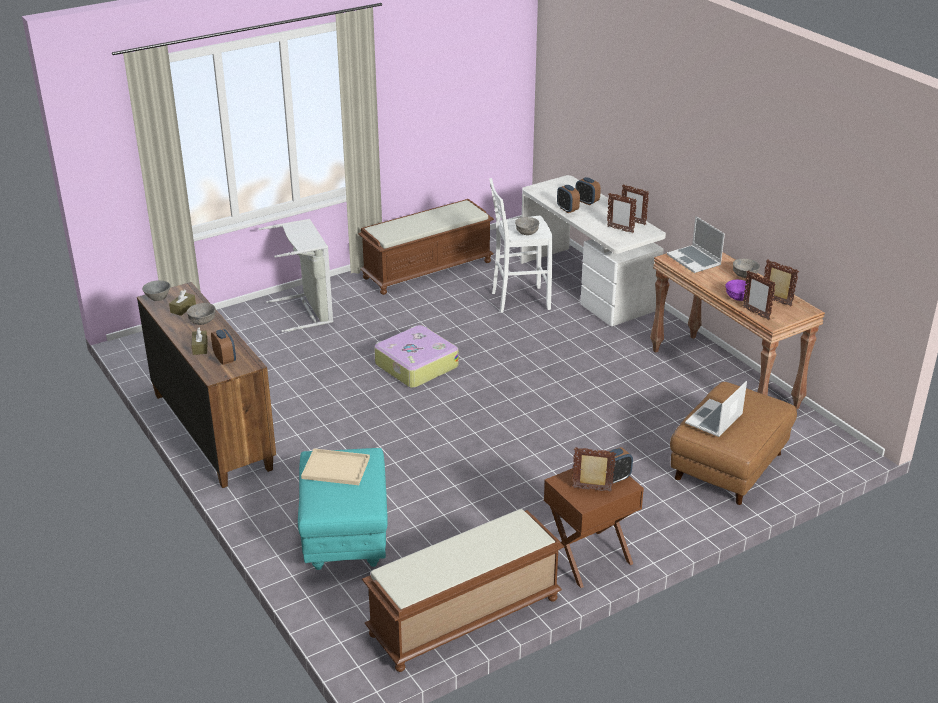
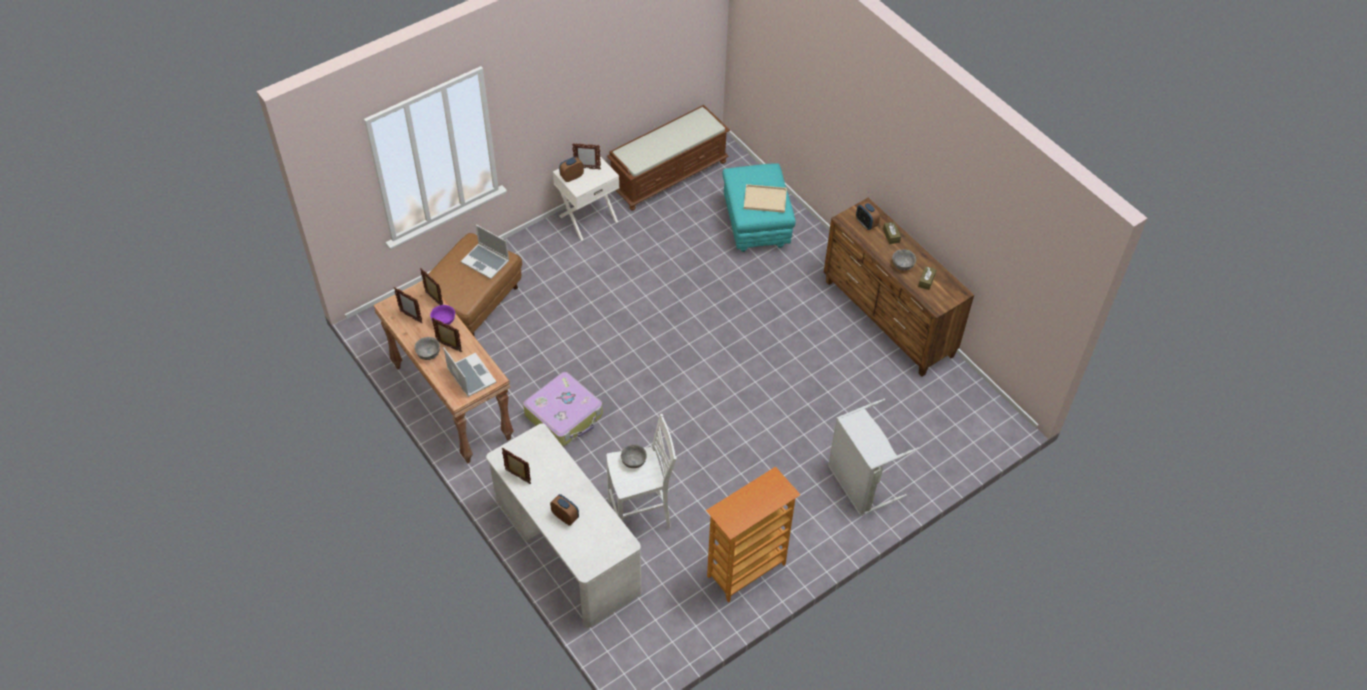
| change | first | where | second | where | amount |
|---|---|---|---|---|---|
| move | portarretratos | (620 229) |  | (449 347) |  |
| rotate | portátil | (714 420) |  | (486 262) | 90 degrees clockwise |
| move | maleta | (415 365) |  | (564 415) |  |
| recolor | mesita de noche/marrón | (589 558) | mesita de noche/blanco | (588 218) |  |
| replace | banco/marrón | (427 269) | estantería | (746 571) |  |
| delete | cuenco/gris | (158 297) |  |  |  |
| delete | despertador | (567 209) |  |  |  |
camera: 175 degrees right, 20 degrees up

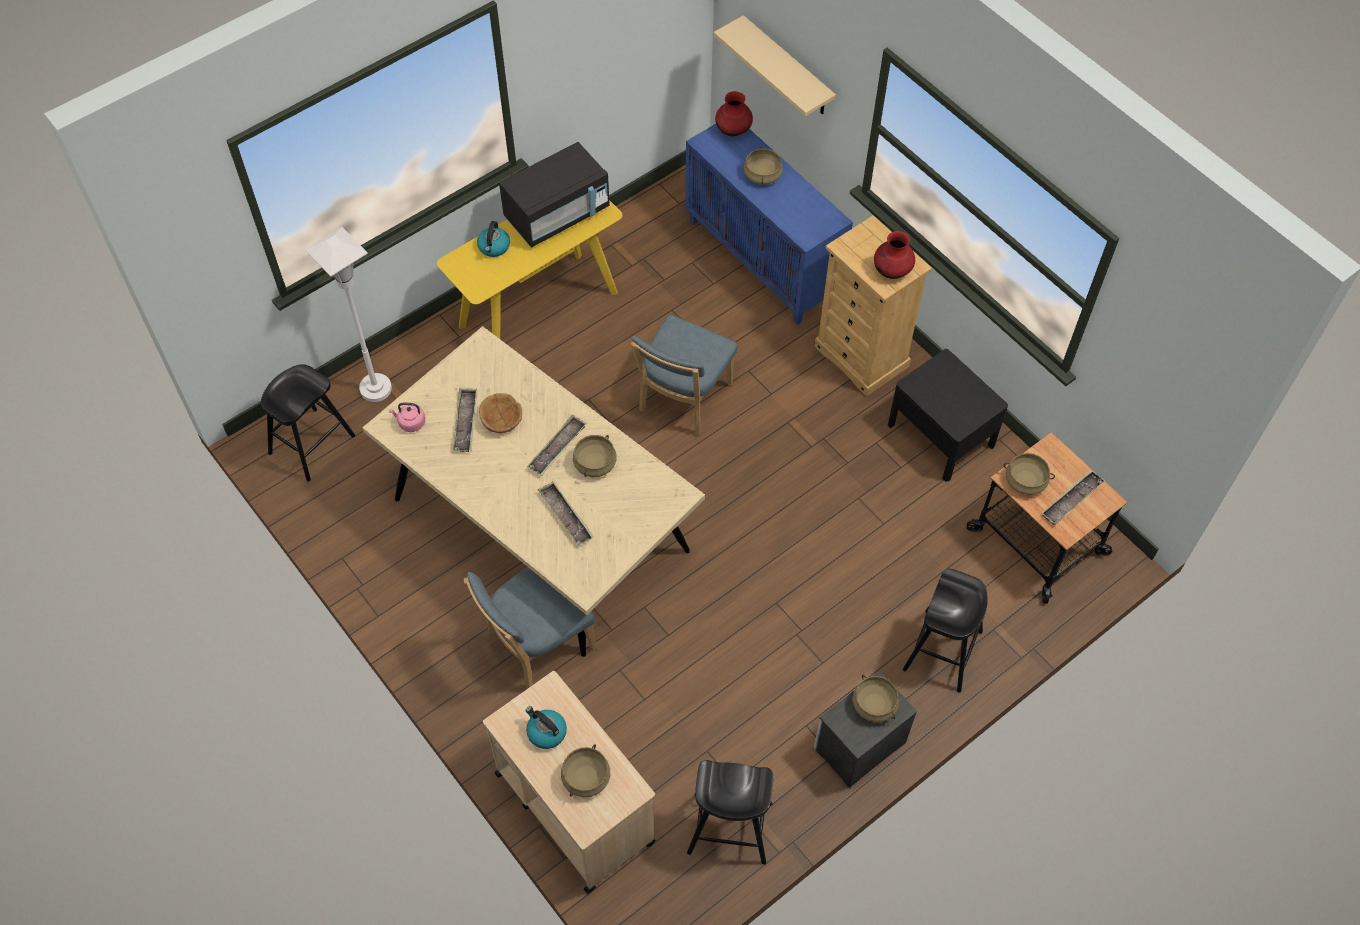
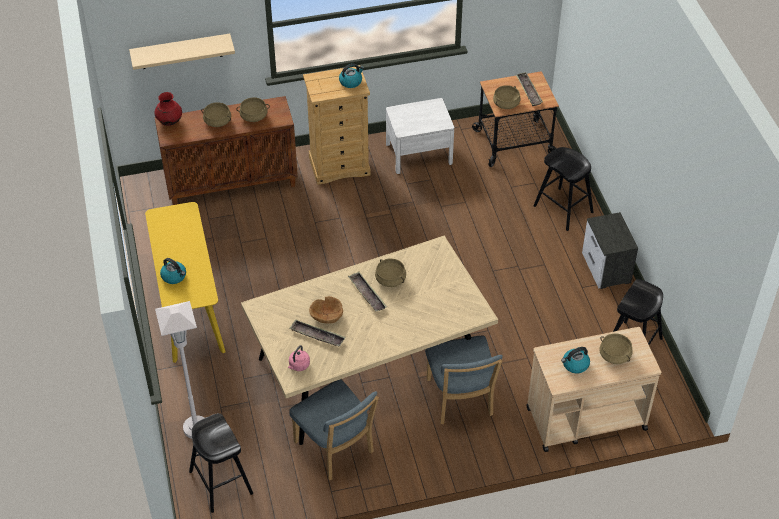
| change | first | where | second | where | amount |
|---|---|---|---|---|---|
| recolor | armario/azul | (763 260) | armario/marrón | (232 183) |  |
| move | olla/beis | (874 704) |  | (254 116) |  |
| move | silla/azul | (682 400) |  | (336 450) |  |
| replace | florero/rojo | (892 271) | hervidor | (351 81) |  |
| recolor | mesita de noche/negro | (940 435) | mesita de noche/blanco | (419 153) |  |
| delete | microondas/negro | (557 214) |  |  |  |
| delete | bandeja | (565 516) |  |  |  |
camera: 65 degrees left, 10 degrees down

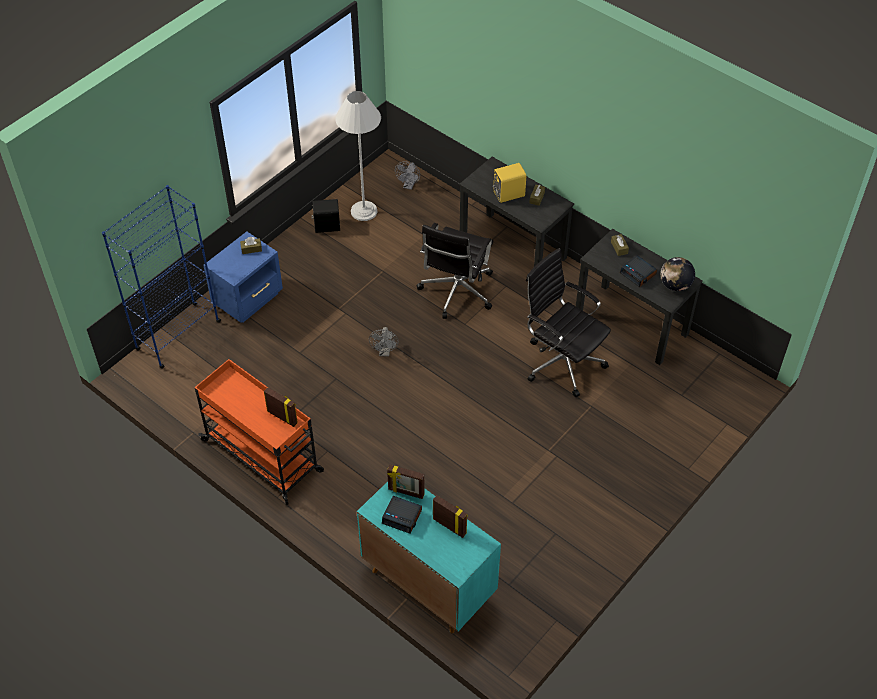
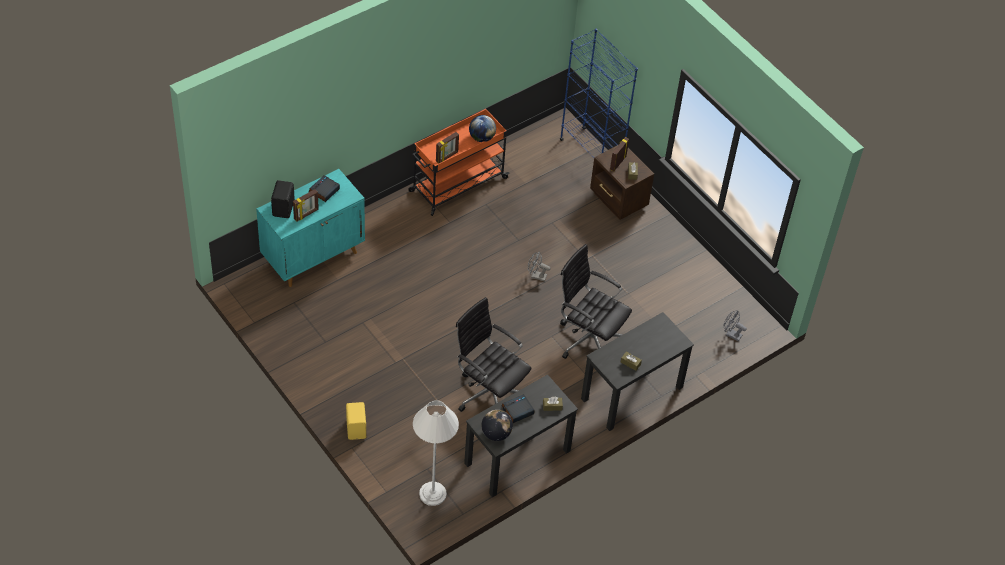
| change | first | where | second | where | amount |
|---|---|---|---|---|---|
| move | altavoz/negro | (326 225) |  | (284 208) |  |
| move | altavoz/amarillo | (508 193) |  | (357 428) |  |
| move | lámpara de pie/blanco | (364 211) |  | (432 494) |  |
| rotate | silla de oficina/negro | (562 361) |  | (490 393) | 105 degrees counterclockwise |
| insert |  |  | globo terráqueo | (481 137) |  |
| recolor | mesita de noche/azul | (249 299) | mesita de noche/marrón | (618 200) |  |
| move | portarretratos | (406 492) |  | (617 163) |  |
camera: 100 degrees right, 0 degrees up

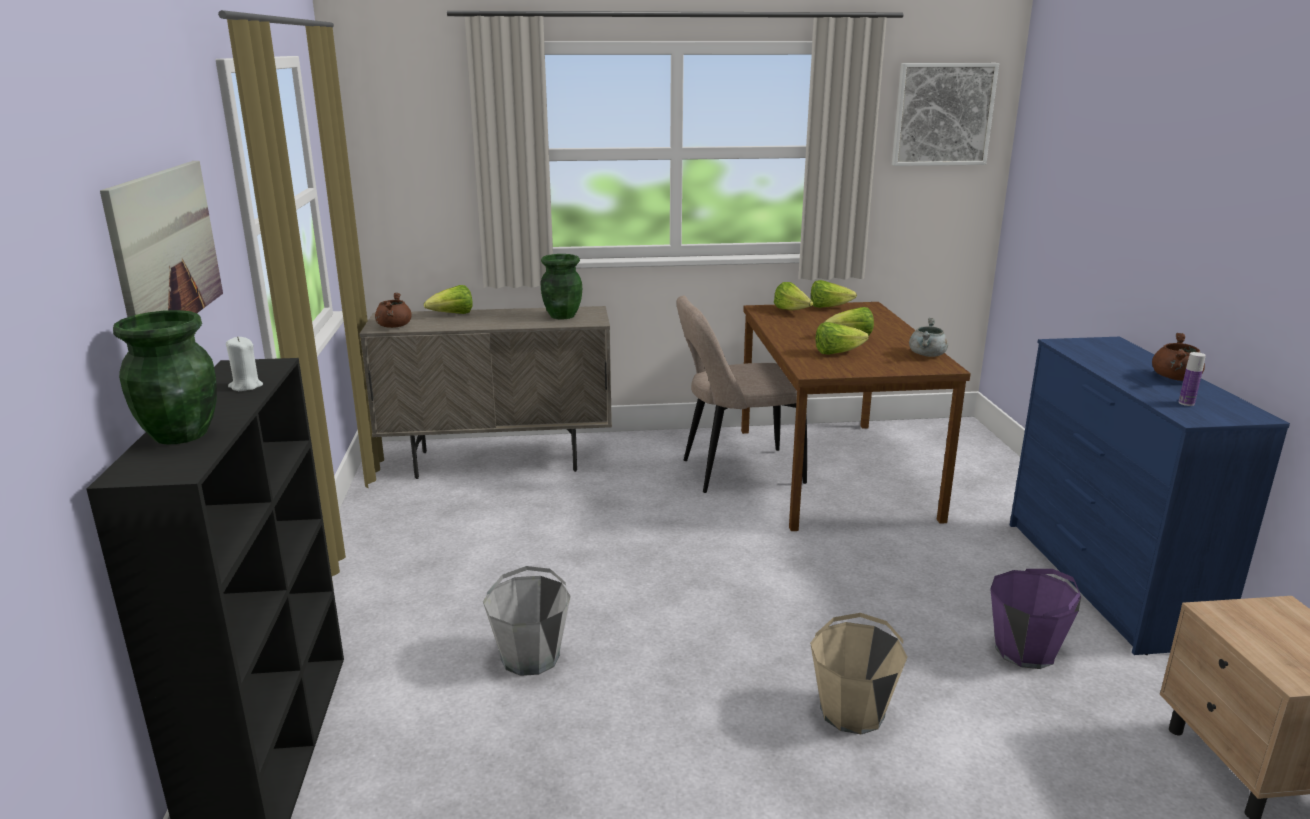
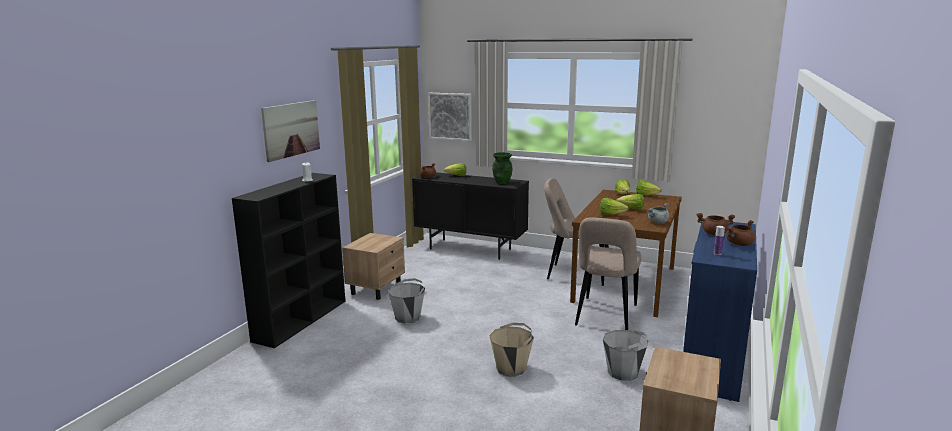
| change | first | where | second | where | amount |
|---|---|---|---|---|---|
| insert |  |  | mesita de noche/beis | (377 289) |  |
| recolor | armario/beis | (499 461) | armario/negro | (470 249) |  |
| move | cuadro | (943 114) |  | (450 116) |  |
| insert |  |  | silla/beis | (605 316) |  |
| recolor | cubo/morado | (1025 651) | cubo/gris | (623 372) |  |
| insert |  |  | olla/marrón | (713 234) |  |
| delete | florero/verde | (182 434) |  |  |  |
camera: 30 degrees right, 5 degrees down

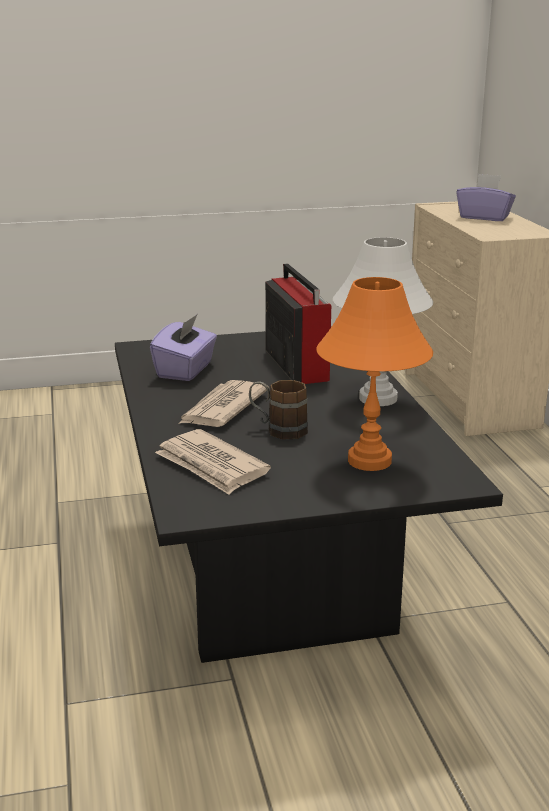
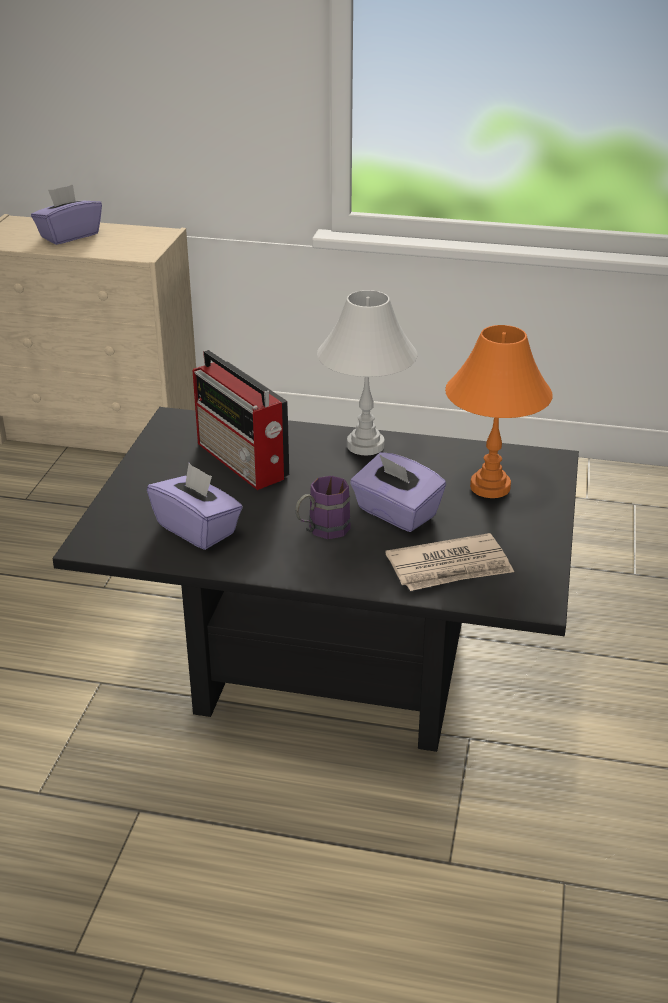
| change | first | where | second | where | amount |
|---|---|---|---|---|---|
| rotate | radio | (296 364) |  | (243 462) | 135 degrees counterclockwise |
| replace | periódico | (222 408) | taza grande/morado | (321 531) |  |
| replace | taza grande/marrón | (278 430) | caja de pañuelos/morado | (396 513) |  |
camera: 65 degrees left, 10 degrees up

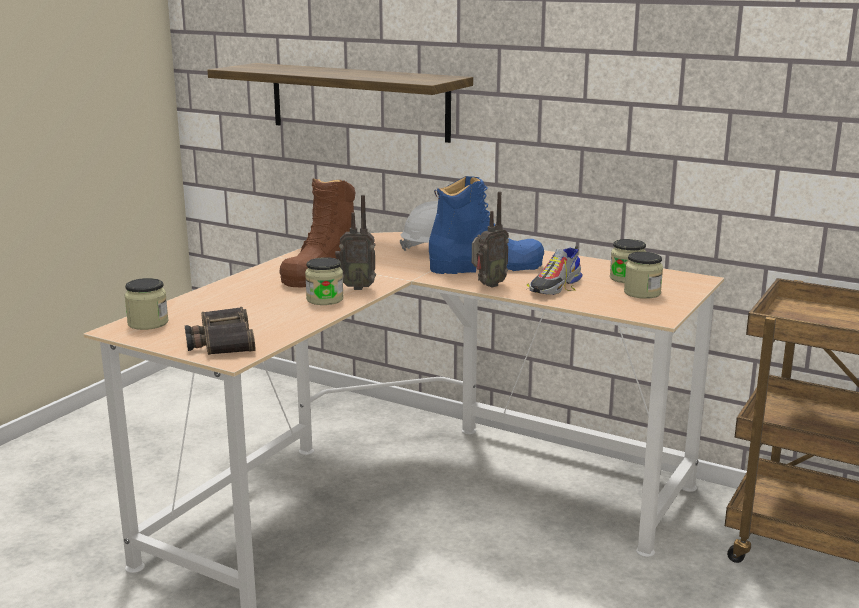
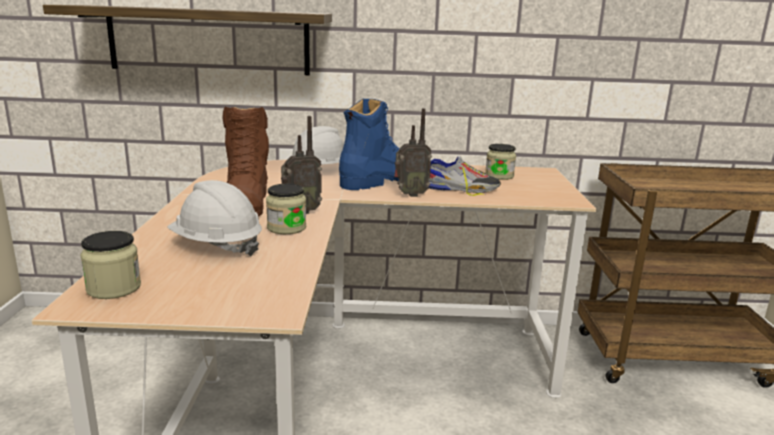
| change | first | where | second | where | amount |
|---|---|---|---|---|---|
| insert |  |  | casco/blanco | (216 246) |  |
| rotate | radio | (487 285) |  | (410 194) | 60 degrees clockwise |
| rotate | zapato | (555 286) |  | (461 188) | 90 degrees counterclockwise |
| delete | prismáticos | (221 342) |  |  |  |
| delete | tarro | (642 293) |  |  |  |
camera: 30 degrees left, 0 degrees up

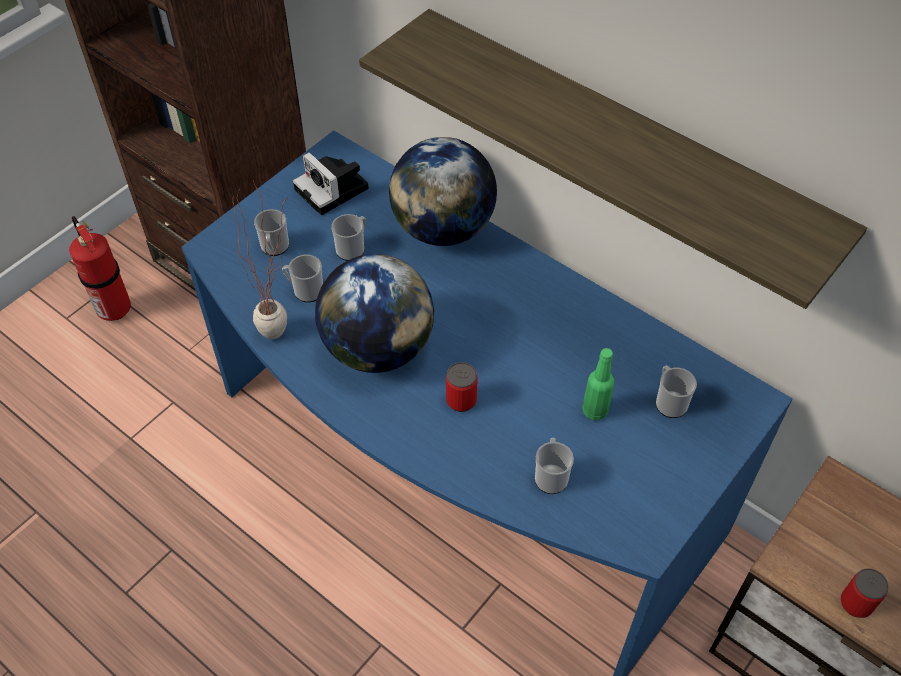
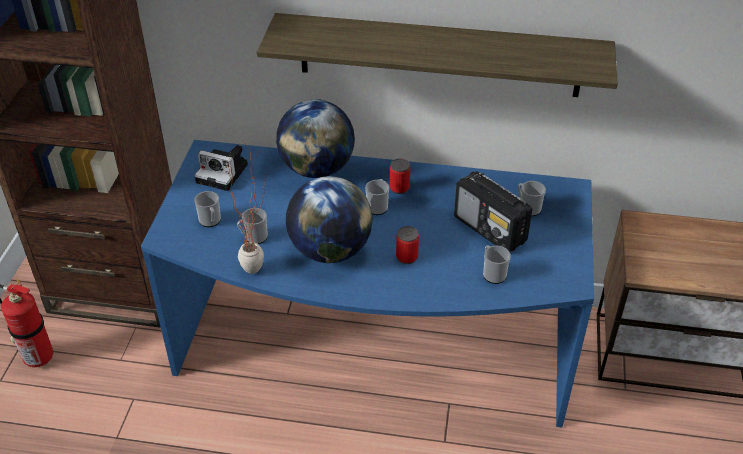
| change | first | where | second | where | amount |
|---|---|---|---|---|---|
| move | taza grande | (353 248) |  | (377 206) |  |
| move | lata | (856 603) |  | (399 188) |  |
| replace | botella/verde | (595 411) | radio | (490 230) |  |
camera: 30 degrees left, 10 degrees down

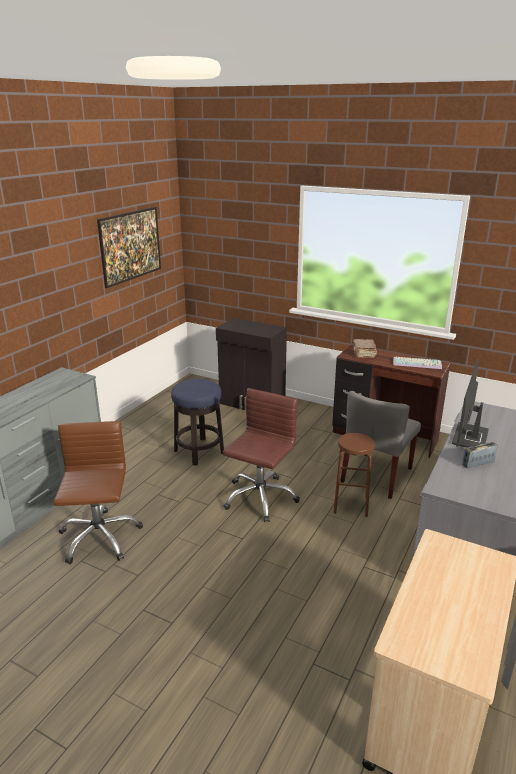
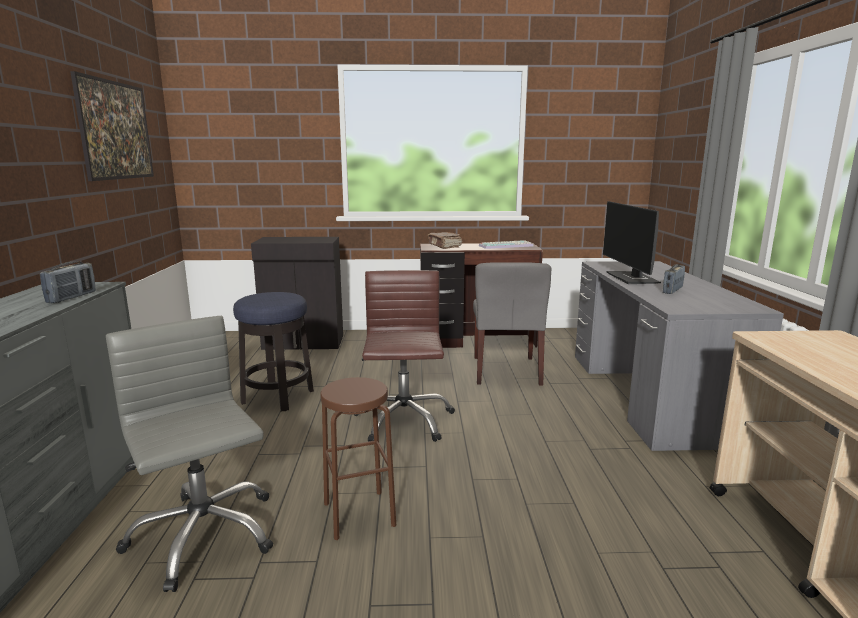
| change | first | where | second | where | amount |
|---|---|---|---|---|---|
| insert |  |  | radio | (72 297) |  |
| recolor | silla de oficina/marrón | (99 537) | silla de oficina/gris | (203 535) |  |
| move | taburete/marrón | (351 505) |  | (359 514) |  |
camera: 30 degrees left, 10 degrees down

